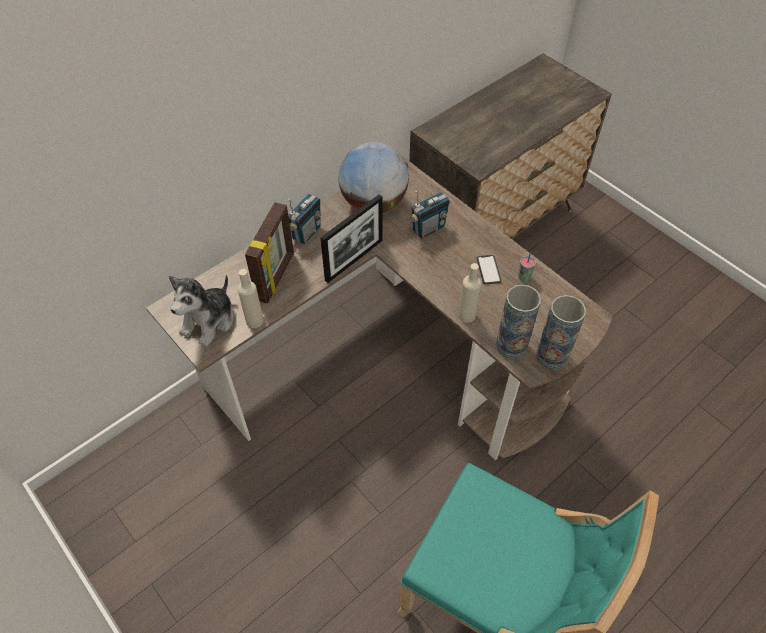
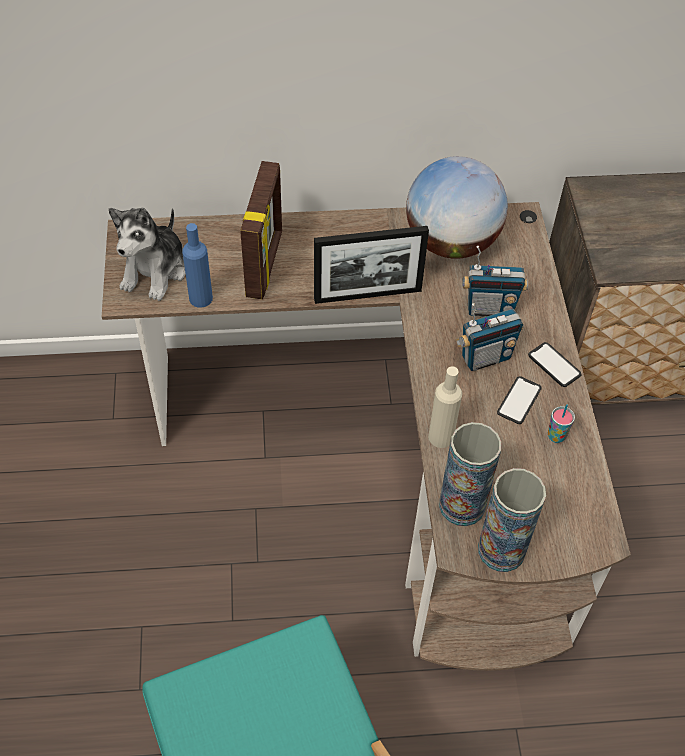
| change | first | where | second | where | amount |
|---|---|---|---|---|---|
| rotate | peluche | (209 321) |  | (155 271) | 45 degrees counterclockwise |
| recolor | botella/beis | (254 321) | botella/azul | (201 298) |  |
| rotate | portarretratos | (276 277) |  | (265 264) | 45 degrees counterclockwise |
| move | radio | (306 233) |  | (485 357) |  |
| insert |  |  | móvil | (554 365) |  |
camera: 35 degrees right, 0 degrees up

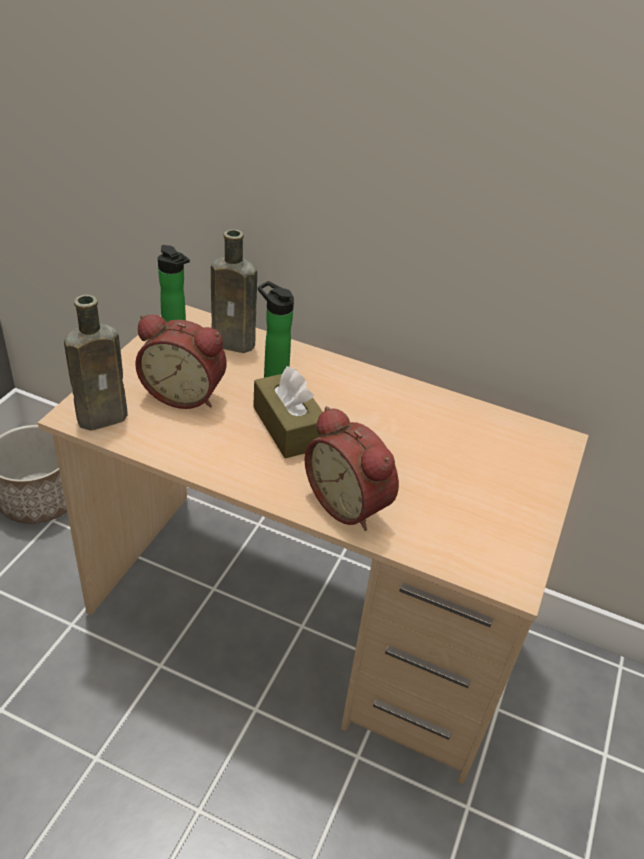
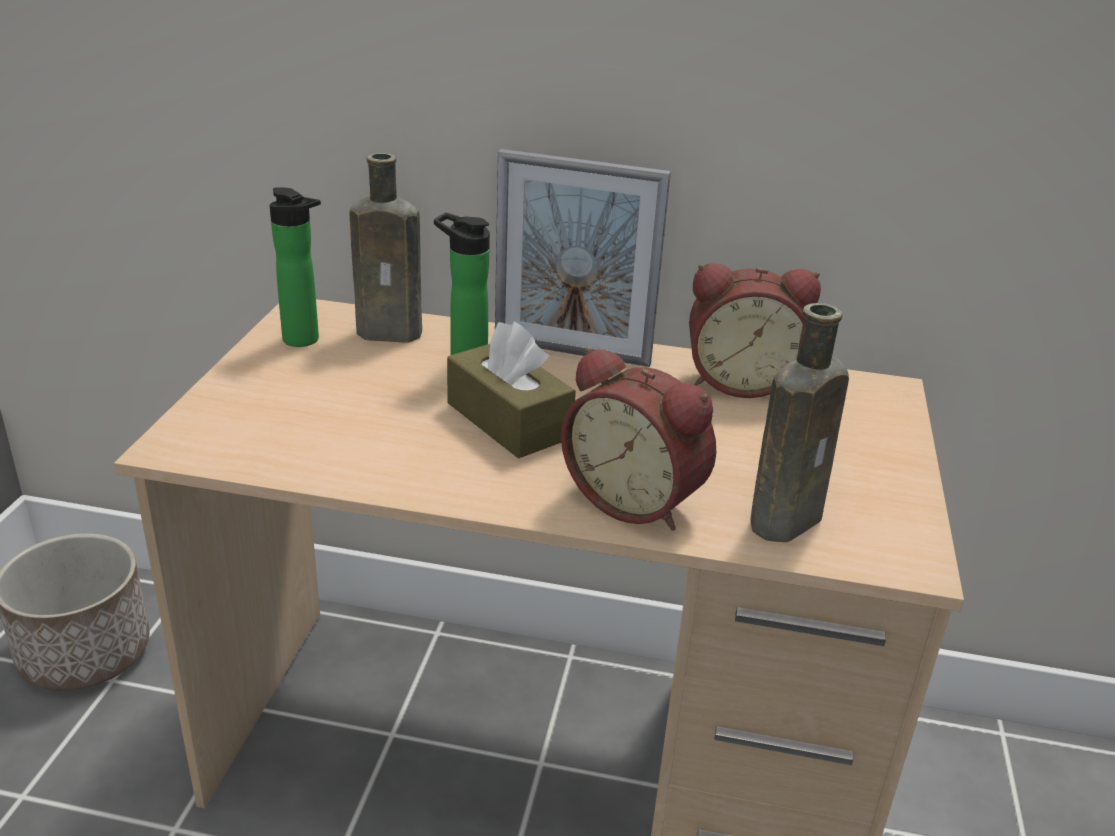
| change | first | where | second | where | amount |
|---|---|---|---|---|---|
| insert |  |  | portarretratos | (571 352) |  |
| move | despertador | (185 393) |  | (740 381) |  |
| move | botella/marrón | (106 416) |  | (788 518) |  |
camera: 10 degrees left, 10 degrees down

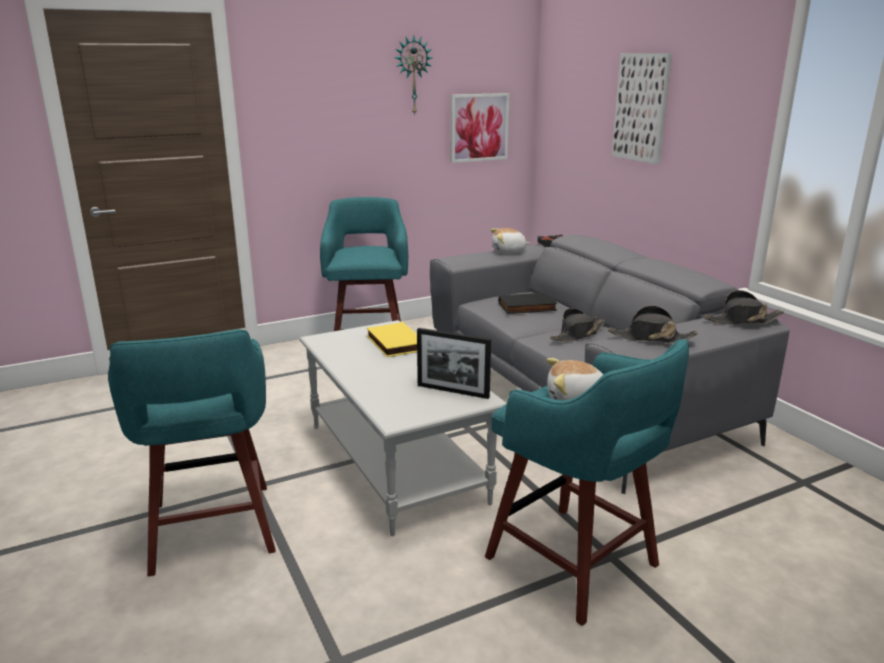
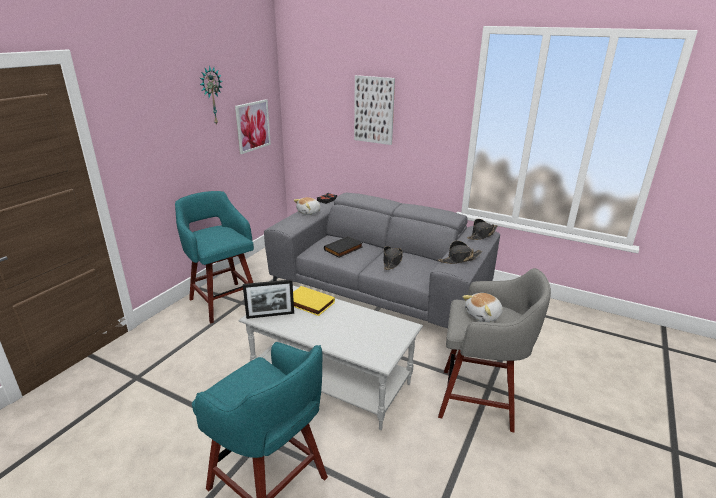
| change | first | where | second | where | amount |
|---|---|---|---|---|---|
| move | portarretratos | (453 391) |  | (270 315) |  |
| recolor | taburete/turquesa | (575 564) | taburete/gris | (480 400) |  |
camera: 35 degrees left, 5 degrees up

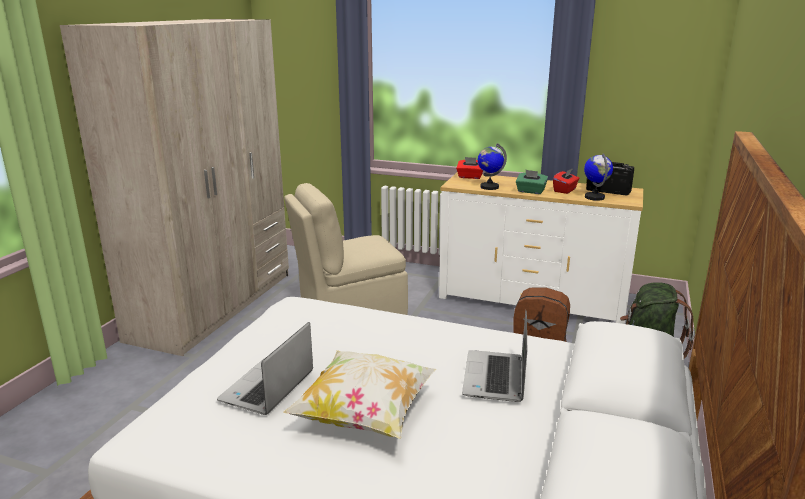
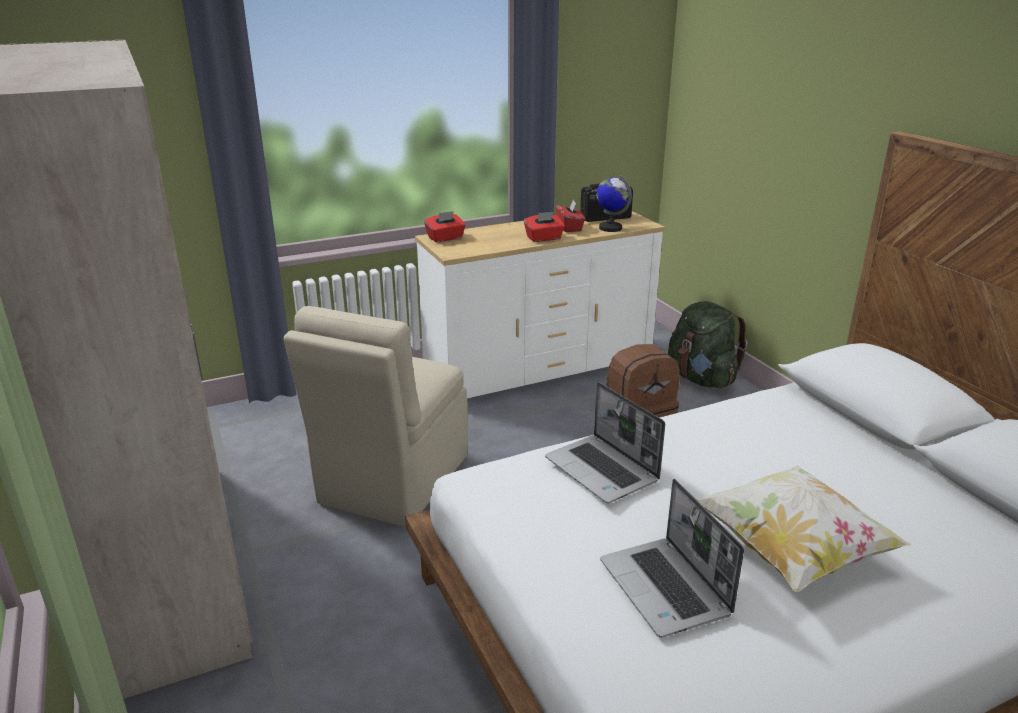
| change | first | where | second | where | amount |
|---|---|---|---|---|---|
| recolor | caja de pañuelos/verde | (530 191) | caja de pañuelos/rojo | (544 238) |  |
| move | portátil | (495 378) |  | (603 470) |  |
| delete | globo terráqueo | (489 187) |  |  |  |
camera: 45 degrees left, 5 degrees up

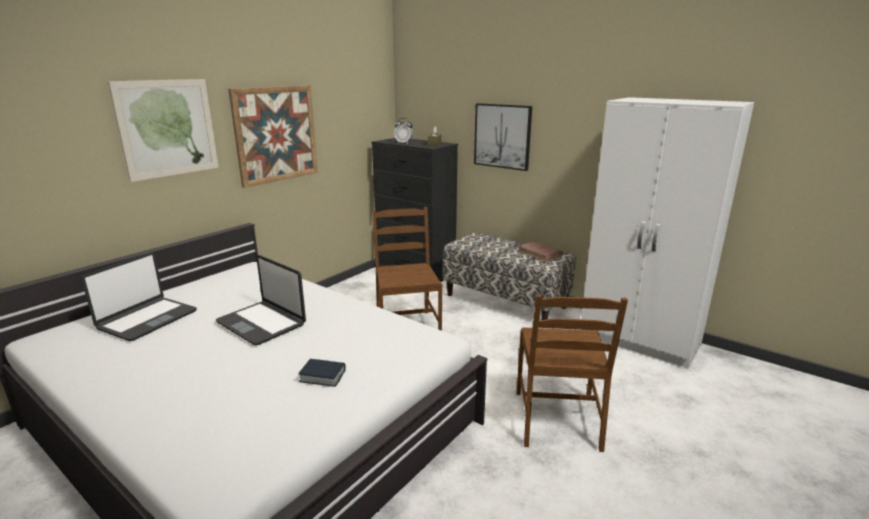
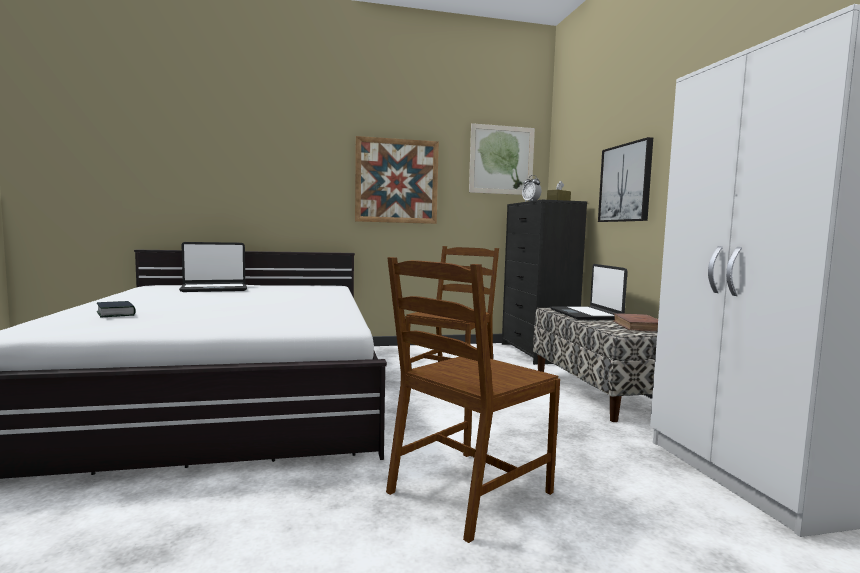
| change | first | where | second | where | amount |
|---|---|---|---|---|---|
| move | libro | (322 376) |  | (116 314) |  |
| move | cuadro | (168 128) |  | (501 160) |  |
| move | portátil | (262 323) |  | (586 314) |  |
camera: 40 degrees right, 15 degrees down

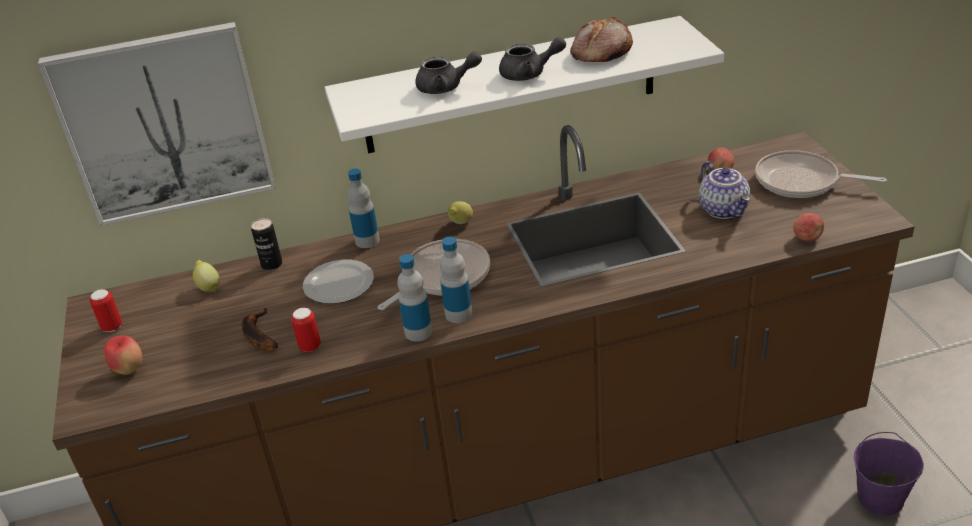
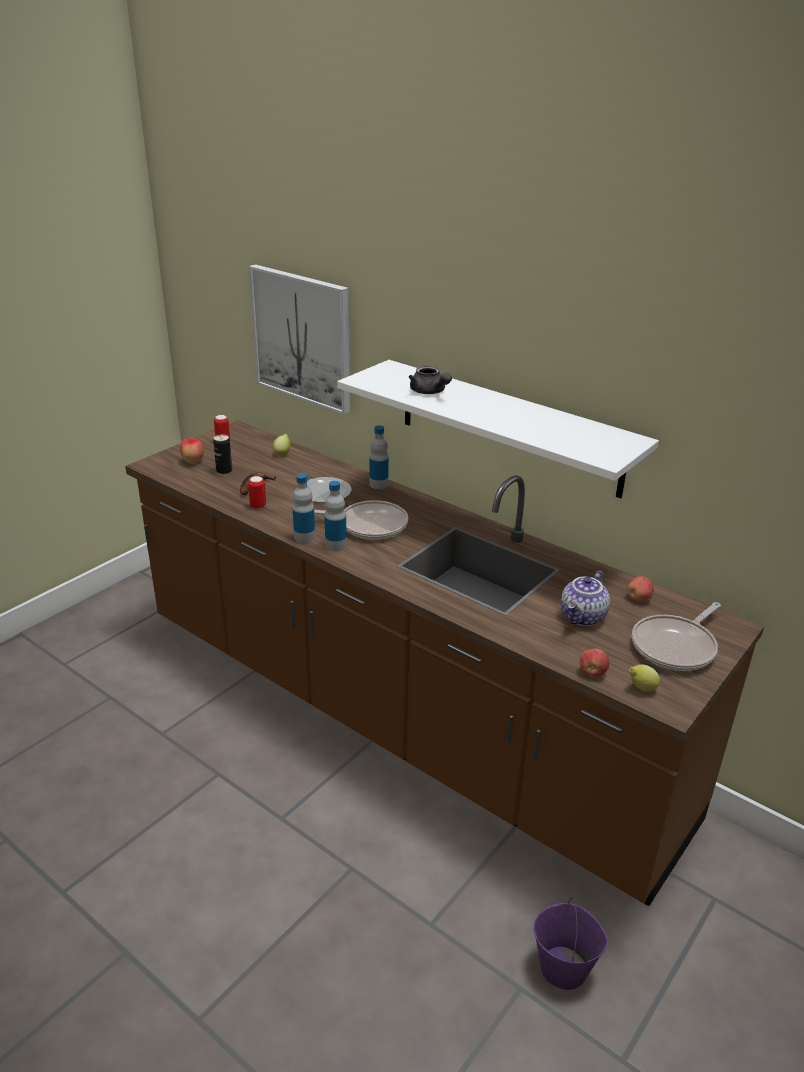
| change | first | where | second | where | amount |
|---|---|---|---|---|---|
| move | lata | (272 264) |  | (224 471) |  |
| move | limón | (460 224) |  | (641 688) |  |
| rotate | sartén | (801 182) |  | (676 646) | 120 degrees counterclockwise |
| delete | tetera/gris | (529 74) |  |  |  |
| delete | pan | (600 53) |  |  |  |
camera: 50 degrees right, 5 degrees down

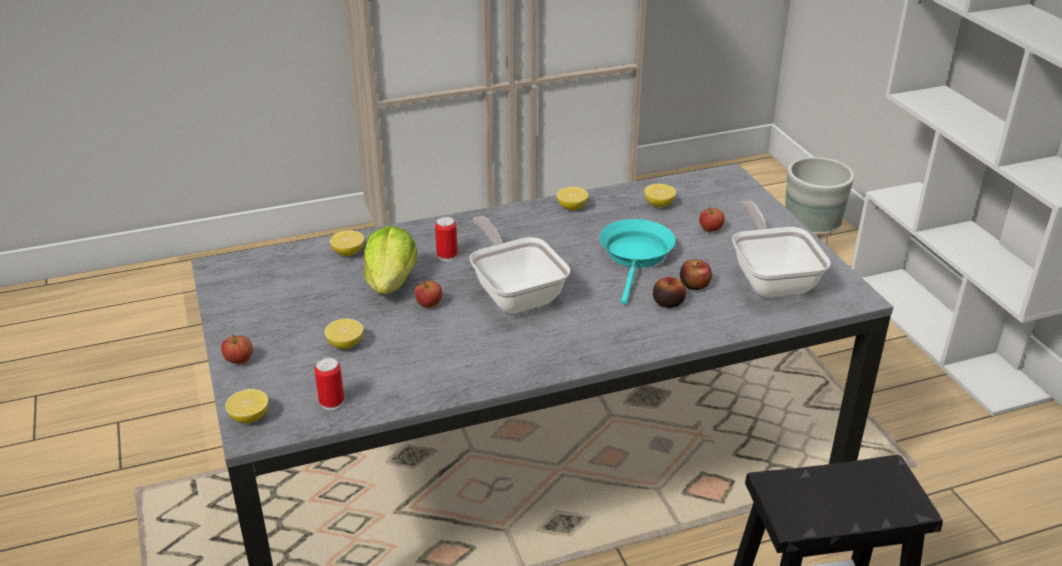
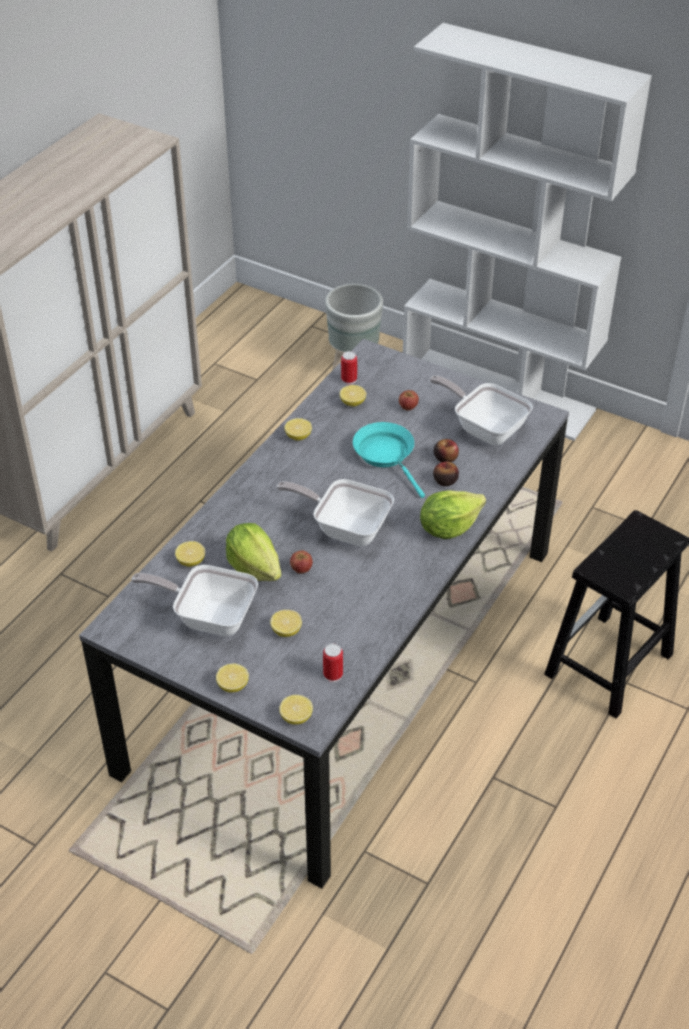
| change | first | where | second | where | amount |
|---|---|---|---|---|---|
| insert |  |  | sartén | (209 616) |  |
| replace | manzana | (239 360) | limón | (233 686) |  |
| move | lata | (447 256) |  | (349 380) |  |
| insert |  |  | lechuga | (448 527) |  |
camera: 40 degrees left, 10 degrees up

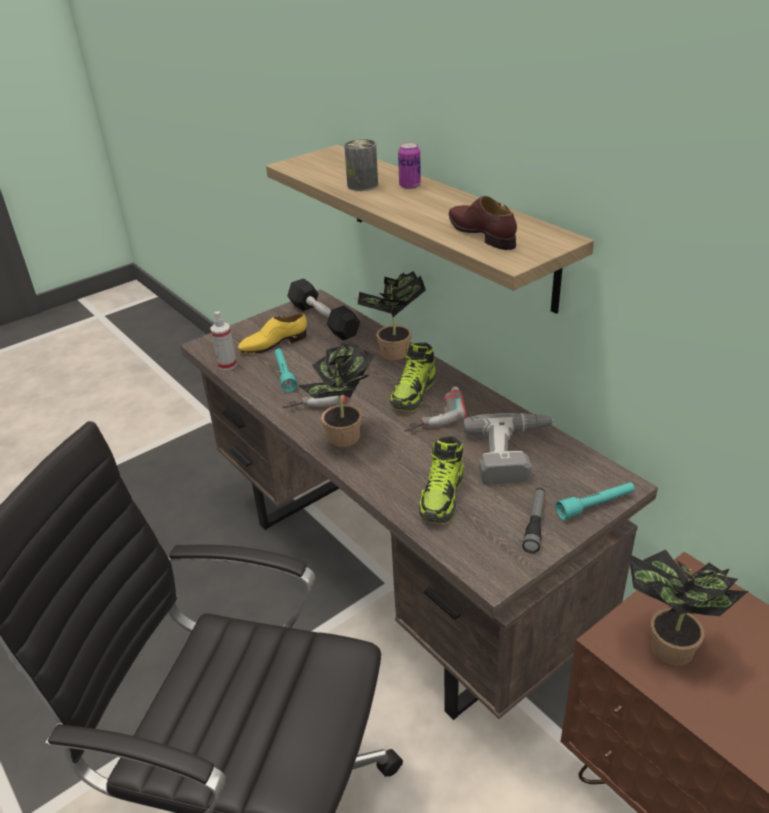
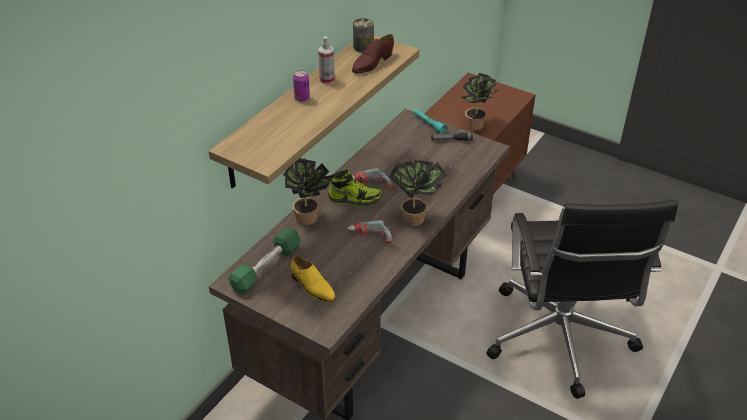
| change | first | where | second | where | amount |
|---|---|---|---|---|---|
| recolor | mancuerna/negro | (323 320) | mancuerna/verde | (266 268) |  |
| move | pulverizador | (227 365) |  | (327 80) |  |
| move | lata | (362 185) |  | (363 47) |  |
| delete | linterna/turquesa | (284 374) |  |  |  |
| delete | zapato | (442 497) |  |  |  |
| delete | taladro | (514 454) |  |  |  |
camera: 110 degrees left, 5 degrees up

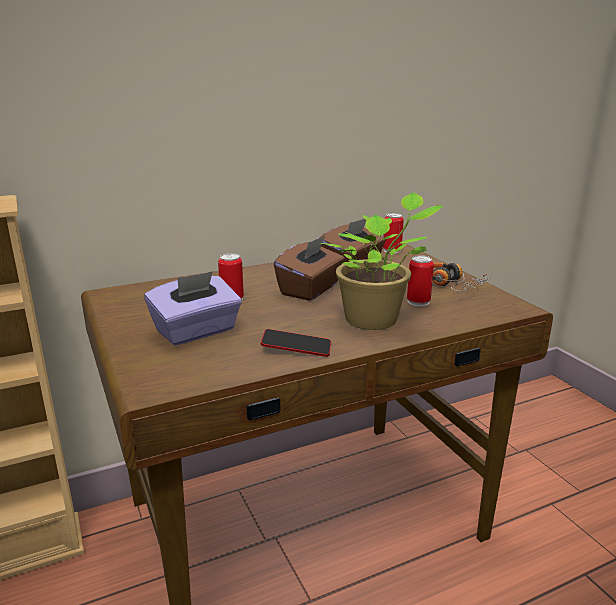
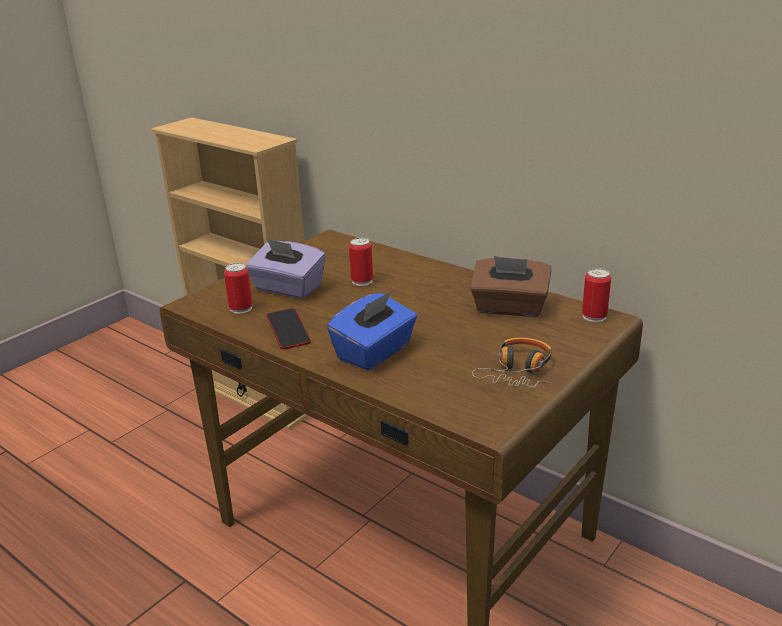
| change | first | where | second | where | amount |
|---|---|---|---|---|---|
| move | lata | (418 302) |  | (241 308) |  |
| replace | planta en maceta | (375 320) | caja de pañuelos/azul | (375 352) |  |
| delete | caja de pañuelos/marrón | (310 289) |  |  |  |
camera: 65 degrees right, 5 degrees up

